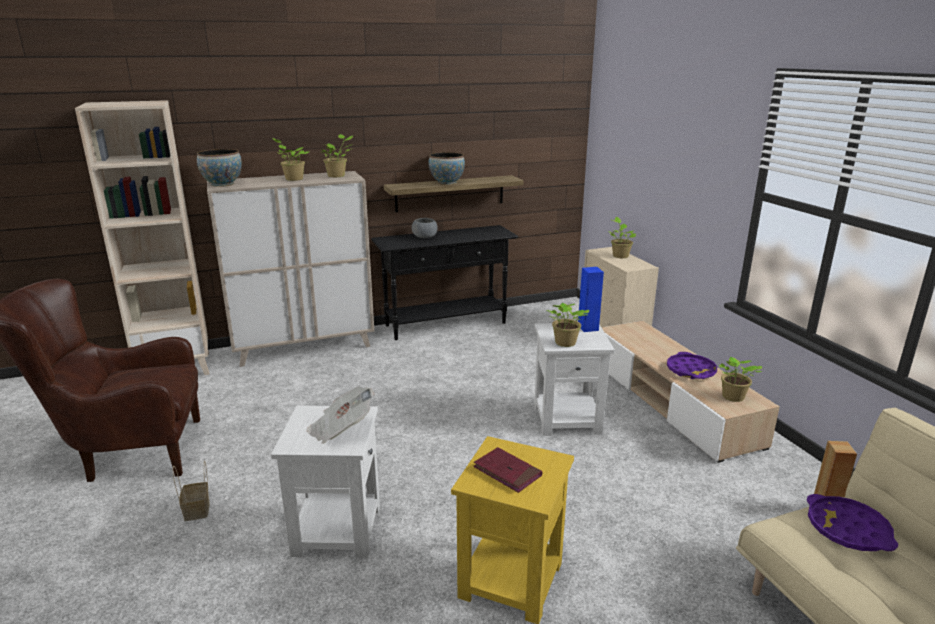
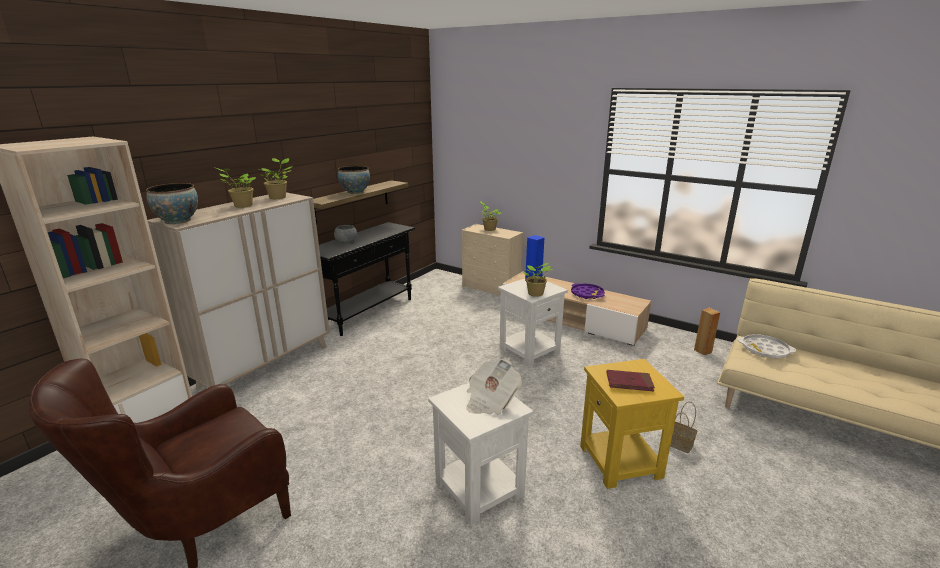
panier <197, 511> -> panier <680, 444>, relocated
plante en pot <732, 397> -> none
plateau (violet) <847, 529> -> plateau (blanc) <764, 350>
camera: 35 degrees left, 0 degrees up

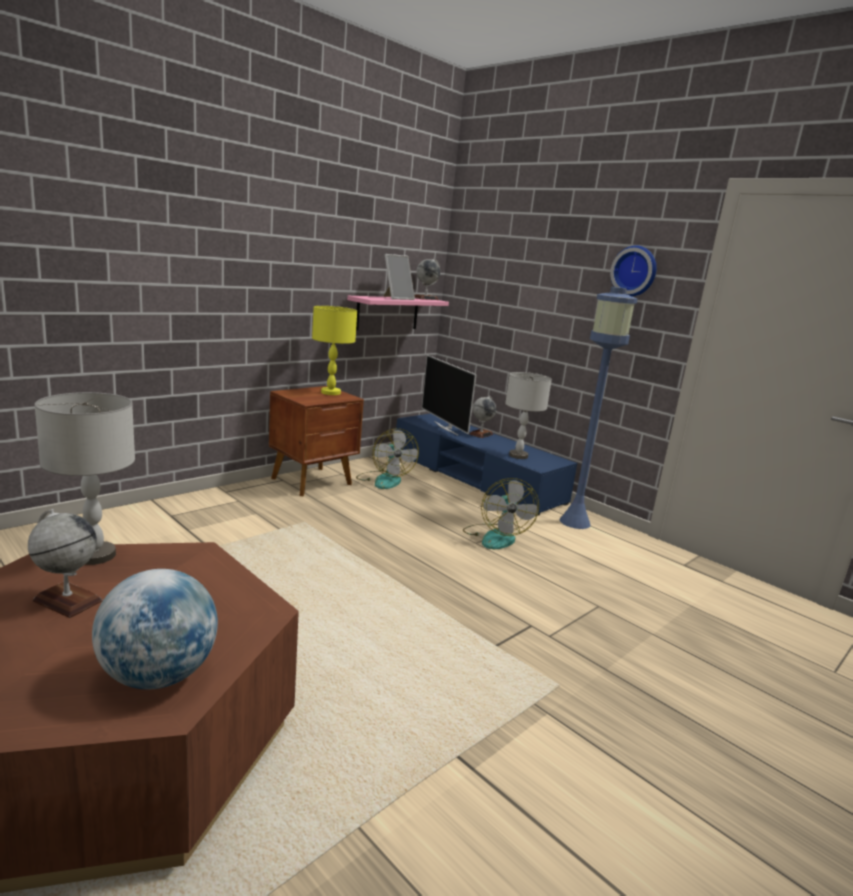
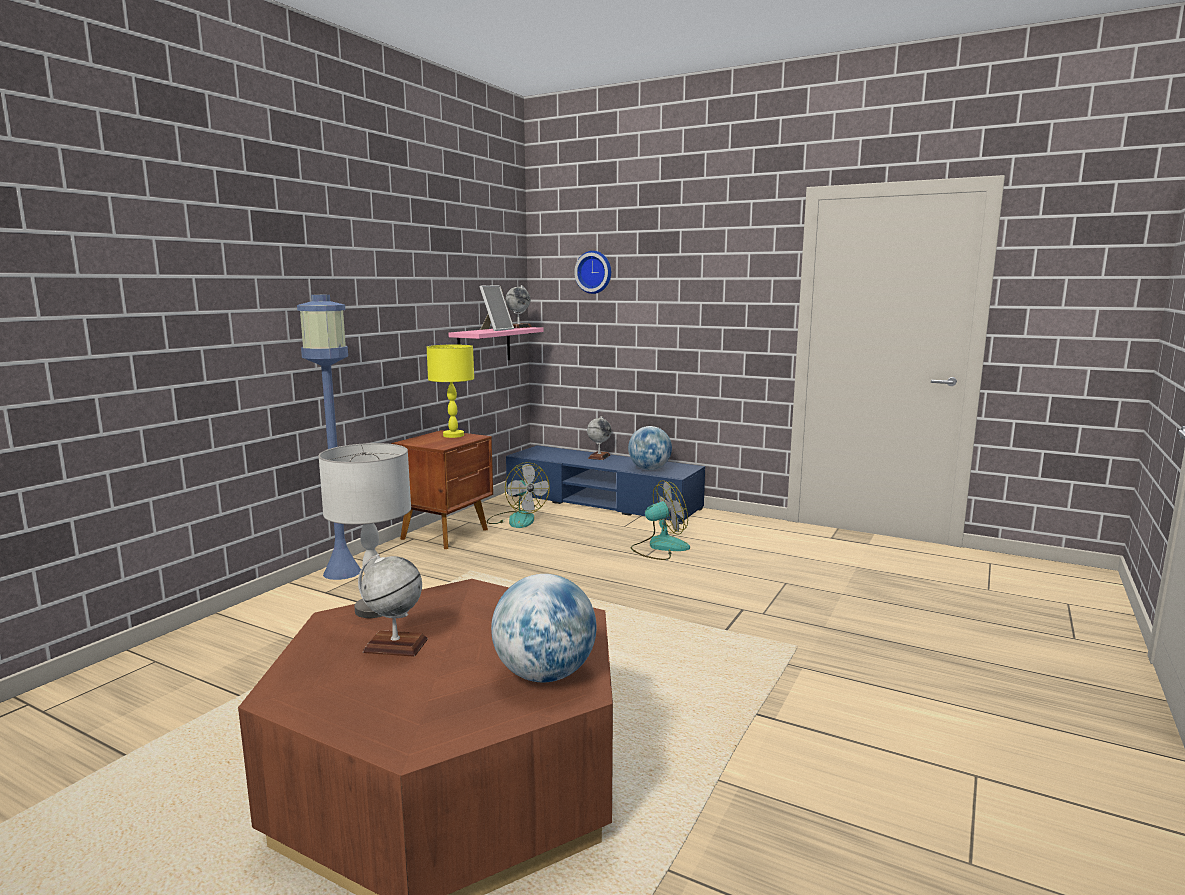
téléviseur <446, 428> -> none
ventilateur <496, 536> -> ventilateur <659, 547>, 90 degrees counterclockwise
lampe de table (gris) <518, 456> -> globe <649, 469>
lampadaire (bleu) <574, 522> -> lampadaire (bleu) <342, 572>, relocated
horloge murale <635, 271> -> horloge murale <594, 272>, relocated
camera: 15 degrees left, 5 degrees down

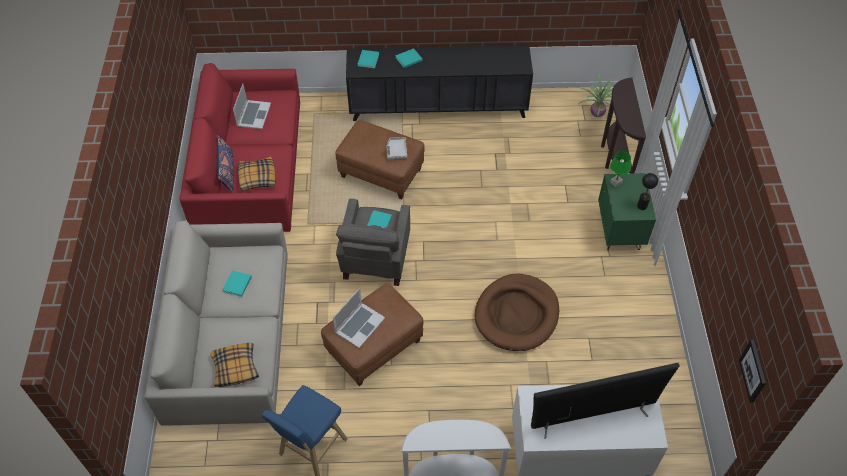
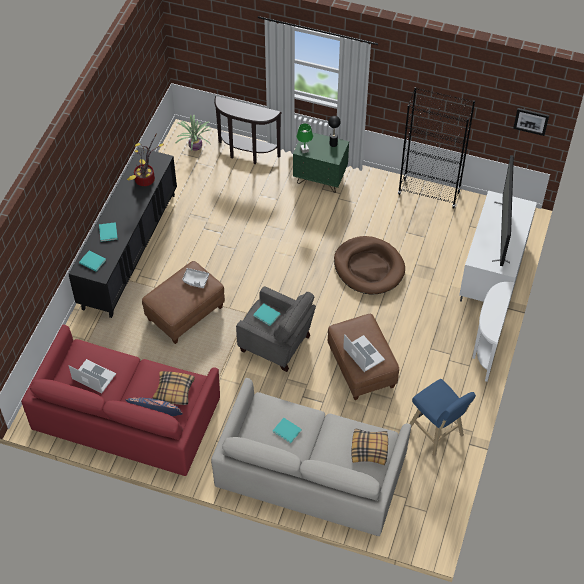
none -> plante en pot <145, 181>
none -> bibliothèque (noir) <429, 193>
camera: 70 degrees left, 0 degrees up

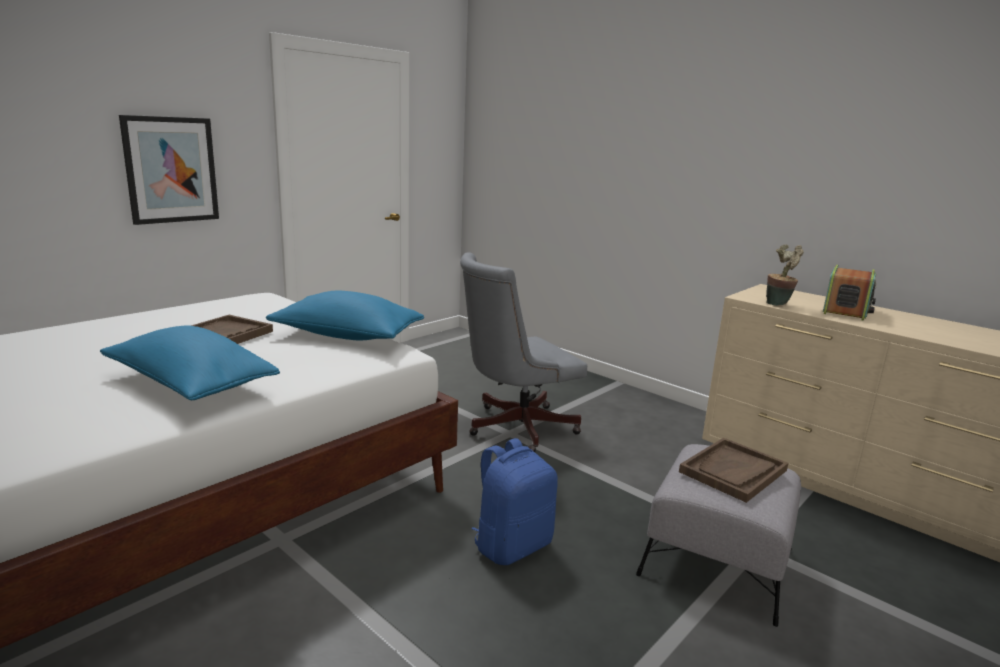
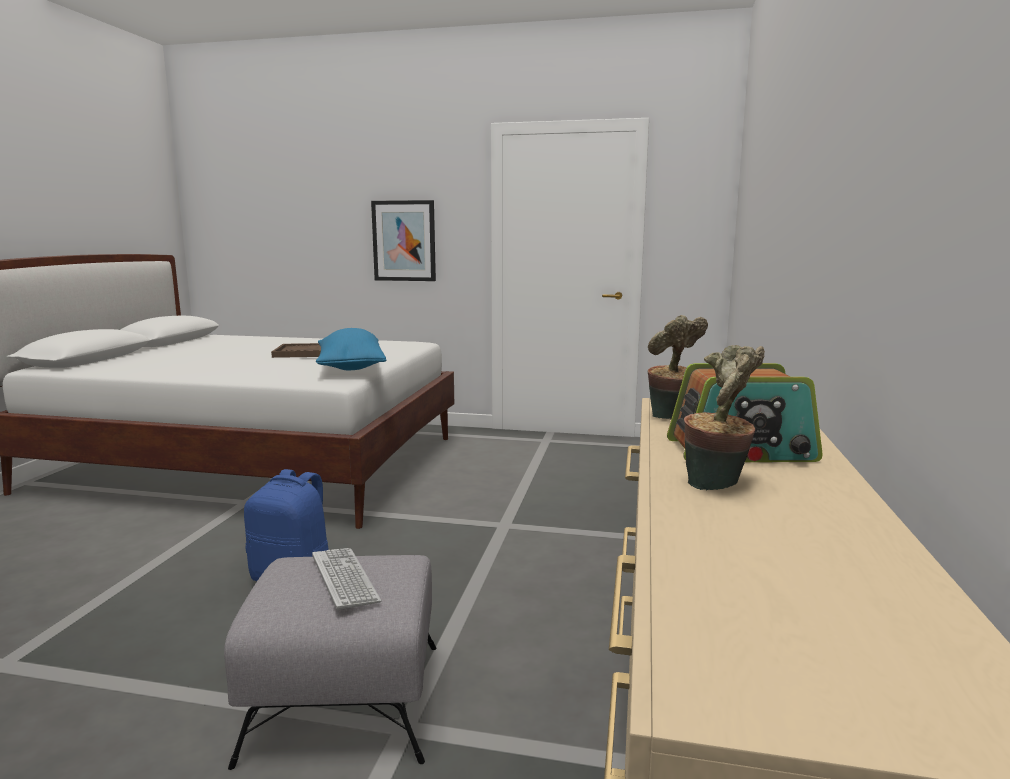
coussin (bleu) <190, 385> -> none
chaise de bureau (gris) <514, 427> -> none
plateau (marron) <733, 471> -> clavier <344, 579>
none -> plante en pot <717, 485>
camera: 60 degrees right, 5 degrees down

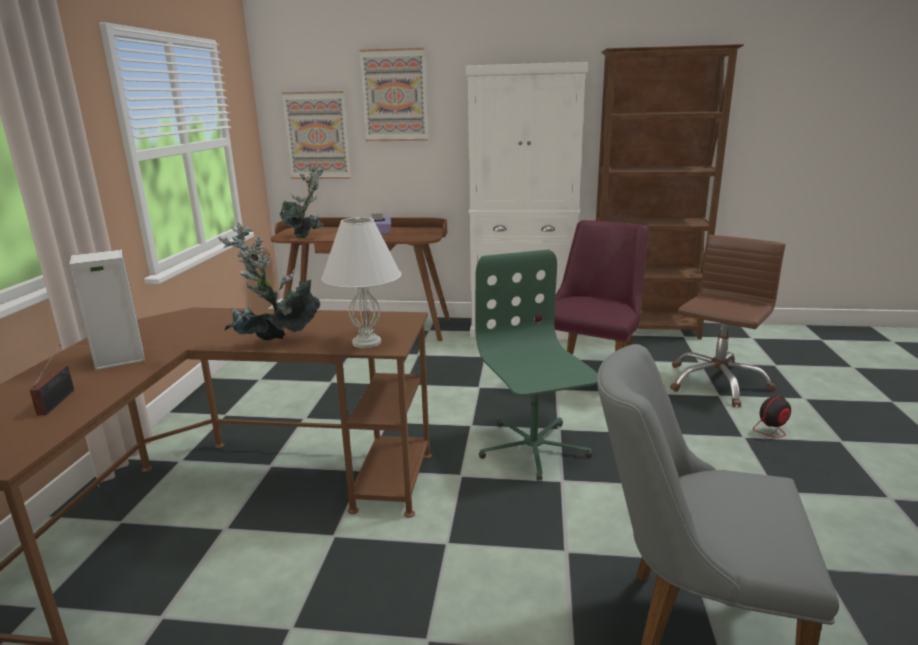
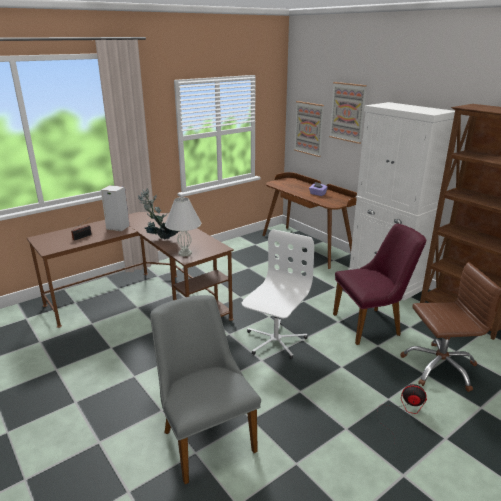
plante en pot <306, 236> -> none
chaise de bureau (vert) <532, 448> -> chaise de bureau (blanc) <275, 341>
camera: 45 degrees right, 5 degrees up

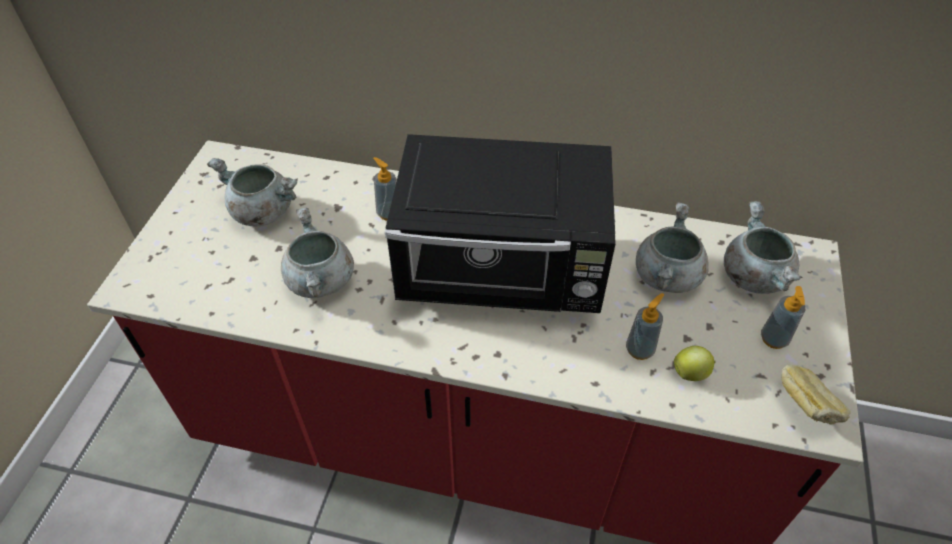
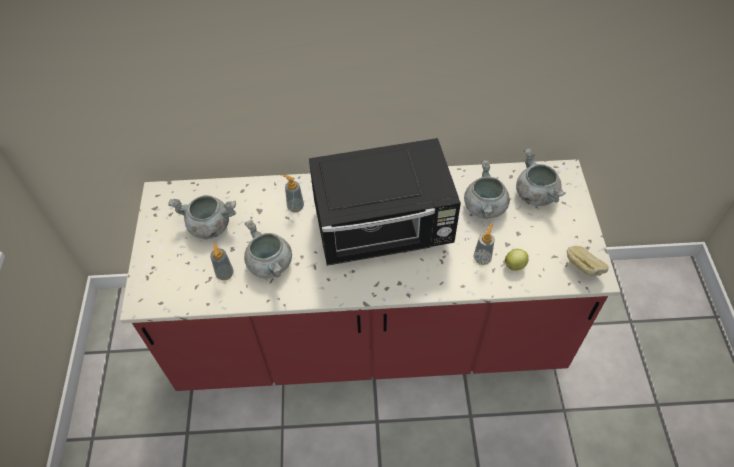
distributeur de savon <774, 339> -> distributeur de savon <225, 274>, relocated
camera: 15 degrees left, 5 degrees up

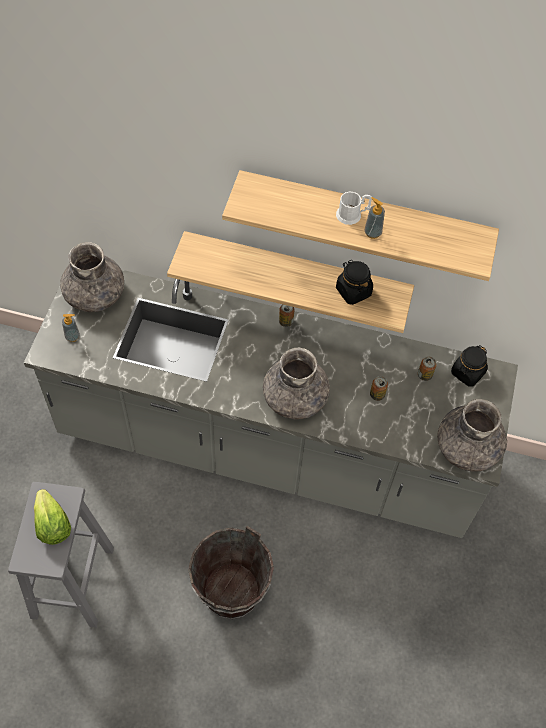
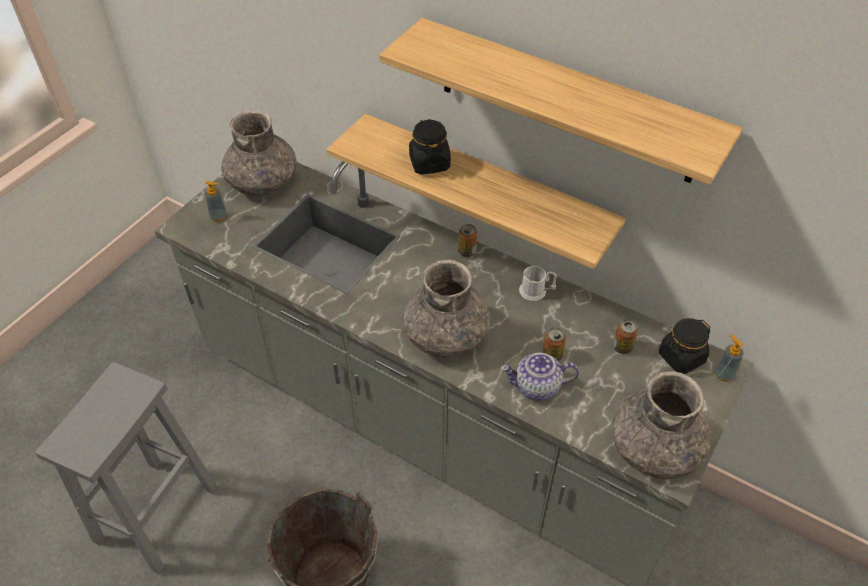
laitue <52, 525> -> none
mug (blanc) <352, 215> -> mug (blanc) <536, 291>, relocated
bocal (noir) <353, 291> -> bocal (noir) <429, 163>, relocated
distributeur de savon <372, 232> -> distributeur de savon <723, 374>, relocated
none -> théière <536, 387>
camera: 20 degrees right, 10 degrees down

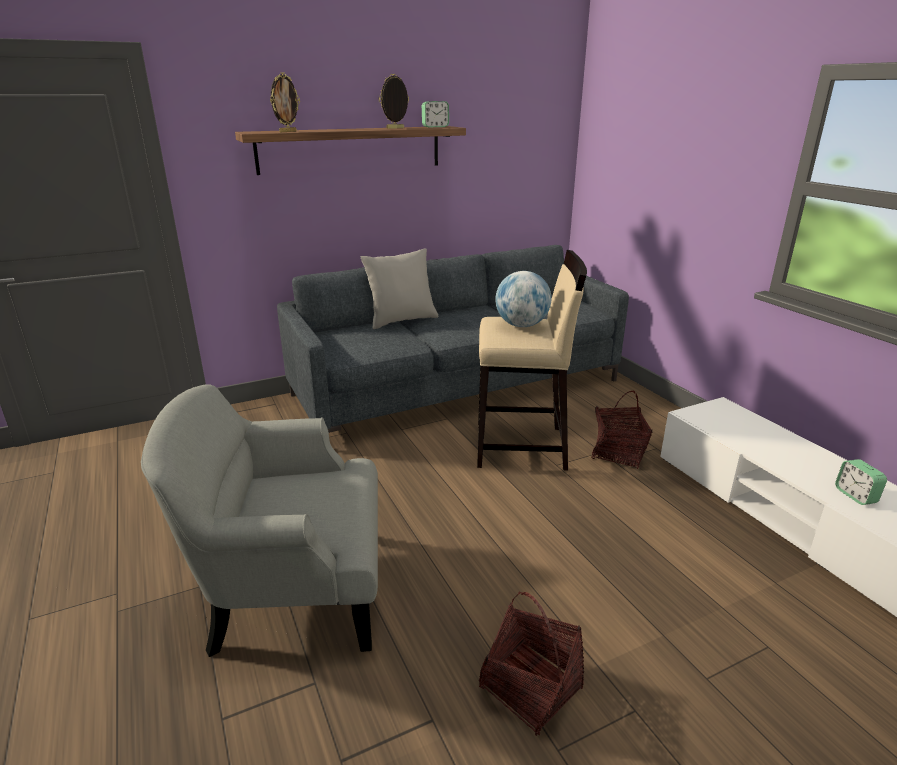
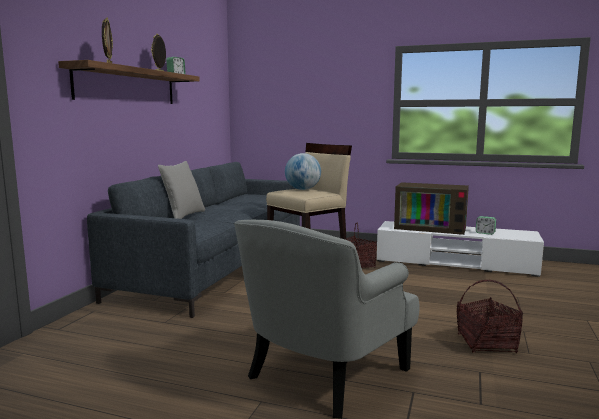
none -> téléviseur <431, 227>
camera: 45 degrees left, 15 degrees down

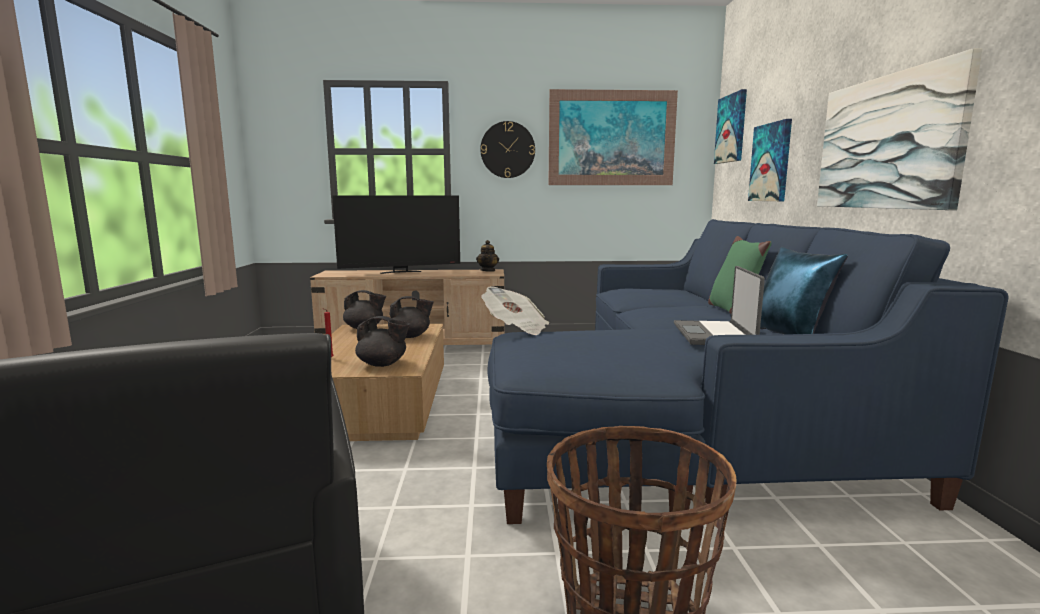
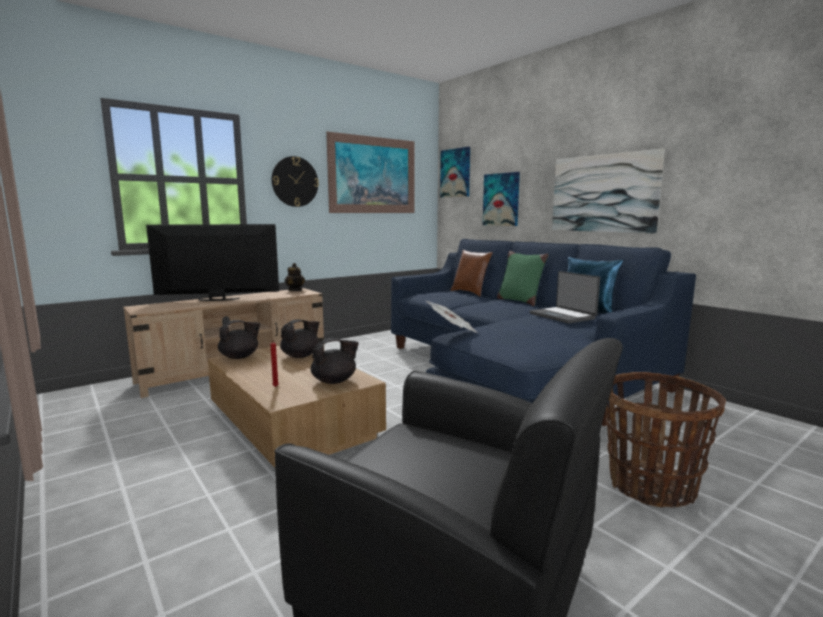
téléviseur <400, 272> -> téléviseur <217, 299>, 135 degrees counterclockwise
none -> coussin (marron) <470, 293>
camera: 35 degrees left, 0 degrees up

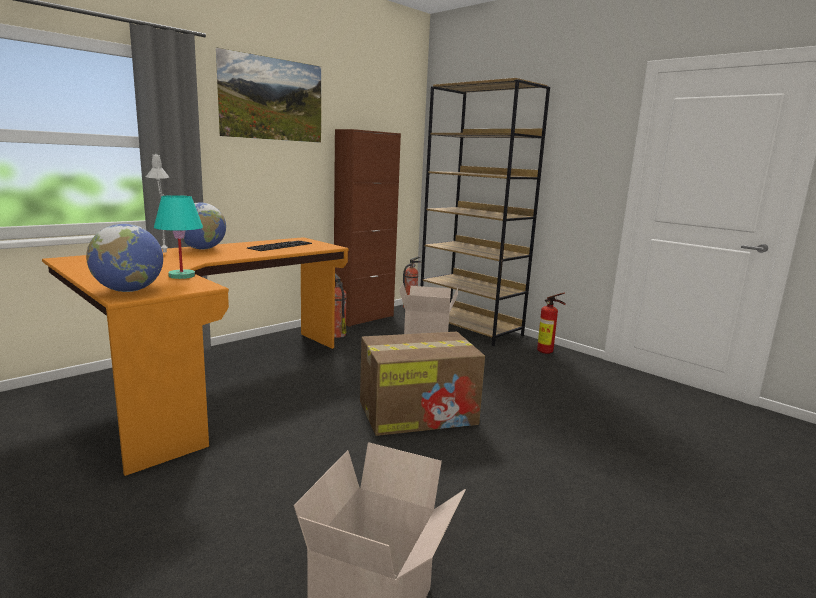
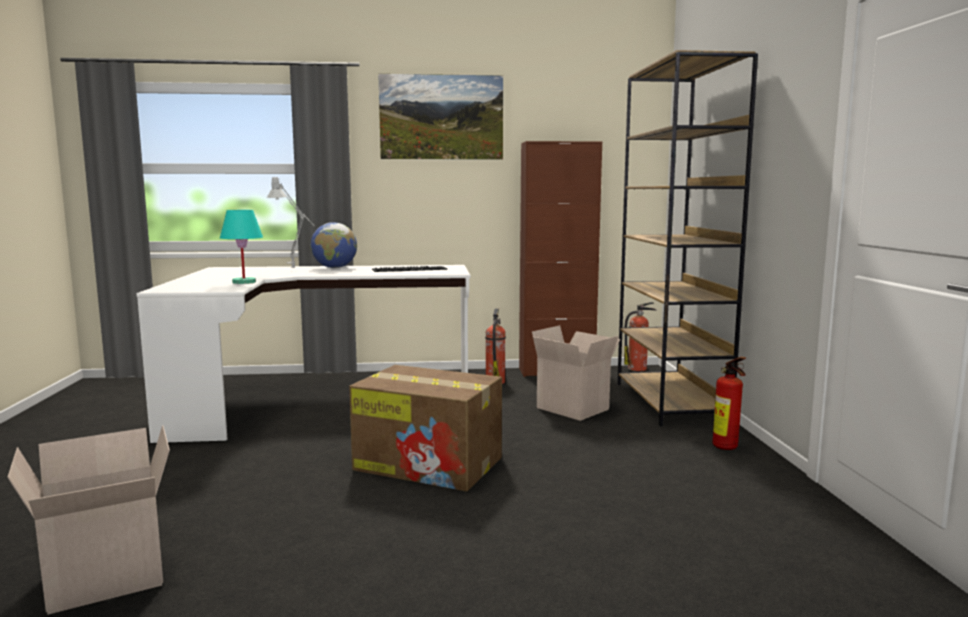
bureau (orange) <208, 382> -> bureau (blanc) <312, 397>
globe <129, 291> -> none
camera: 40 degrees right, 5 degrees down

